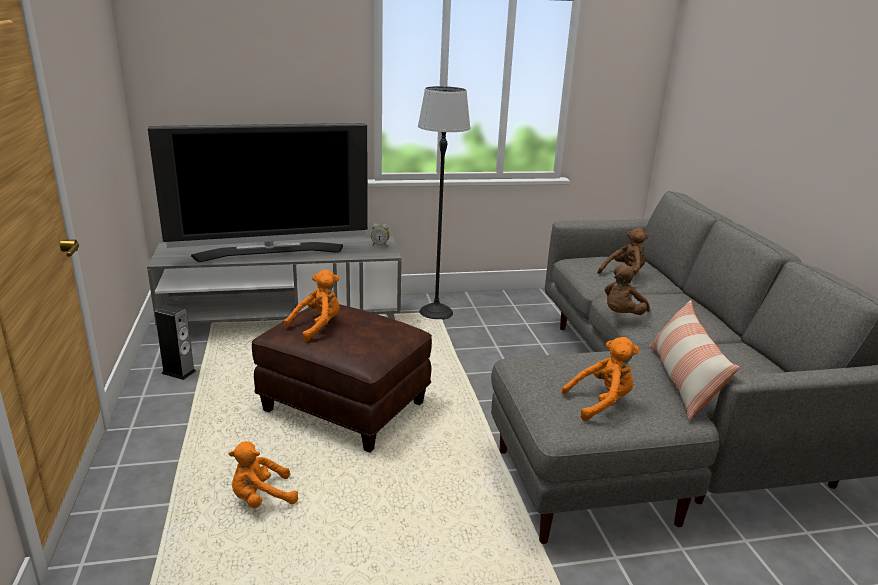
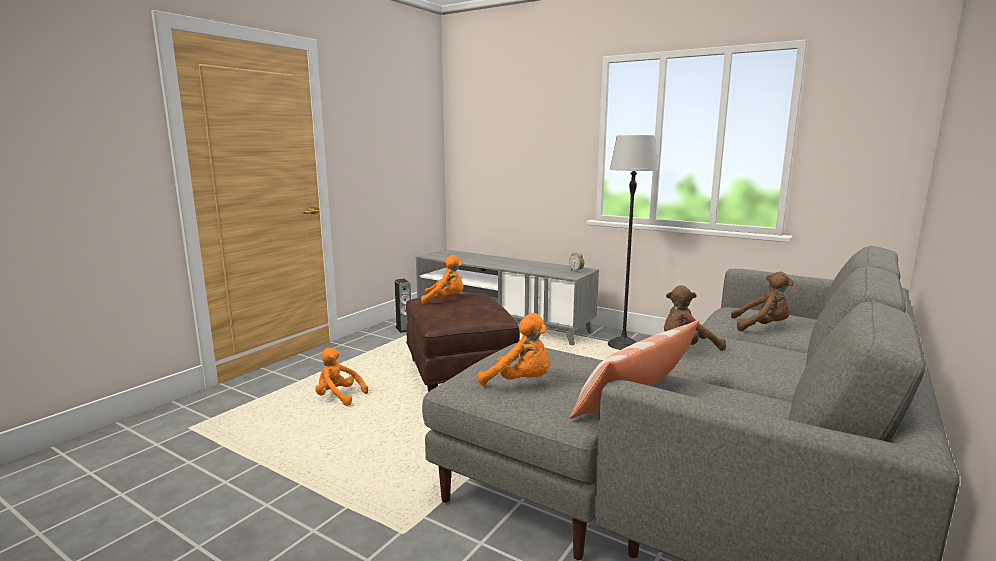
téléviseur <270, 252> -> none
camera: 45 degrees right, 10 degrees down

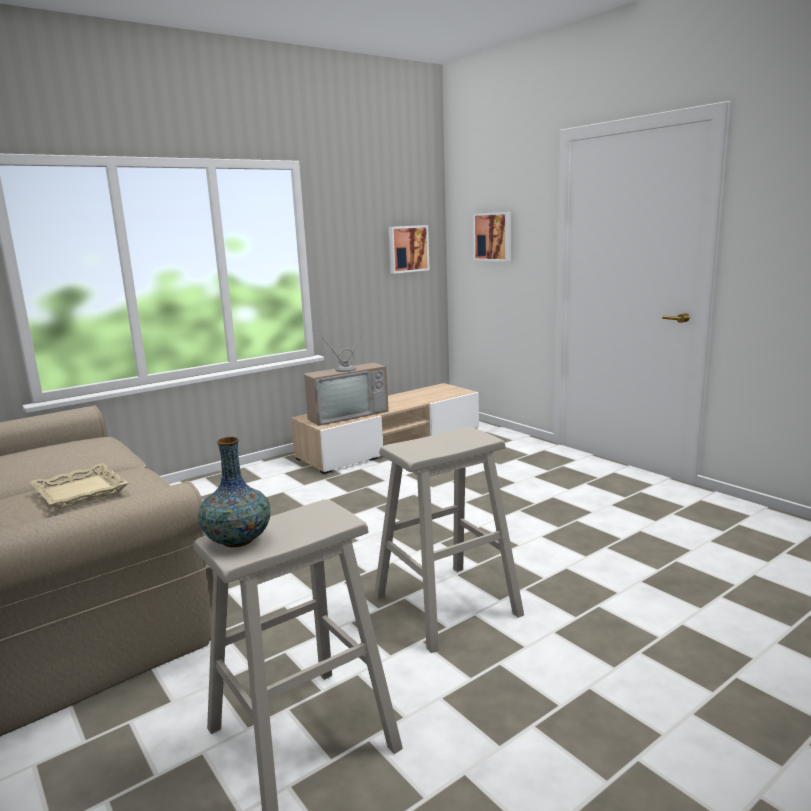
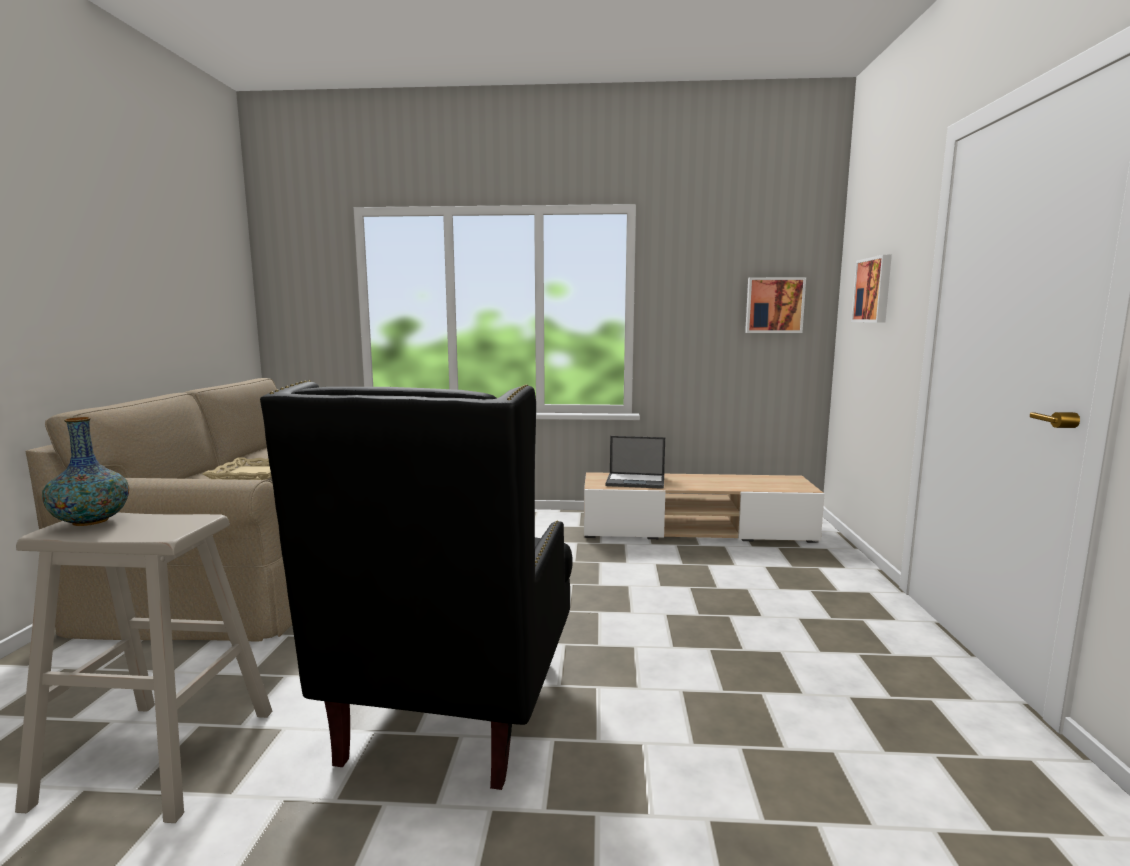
téléviseur <346, 414> -> ordinateur portable <636, 481>
tabouret (beige) <446, 606> -> fauteuil (noir) <453, 711>
camera: 40 degrees right, 5 degrees down

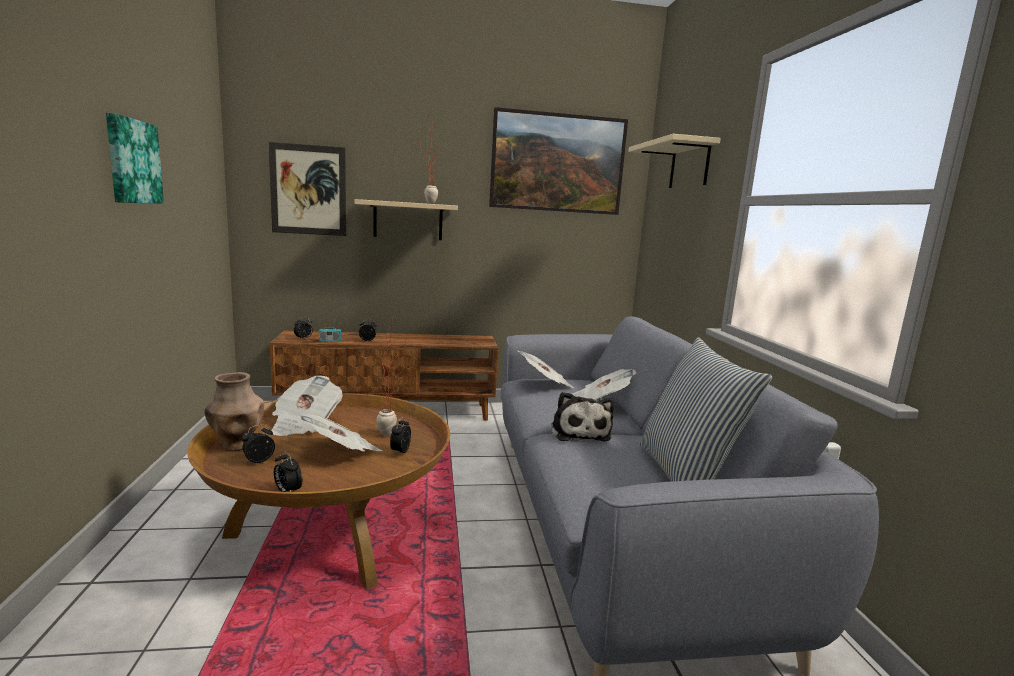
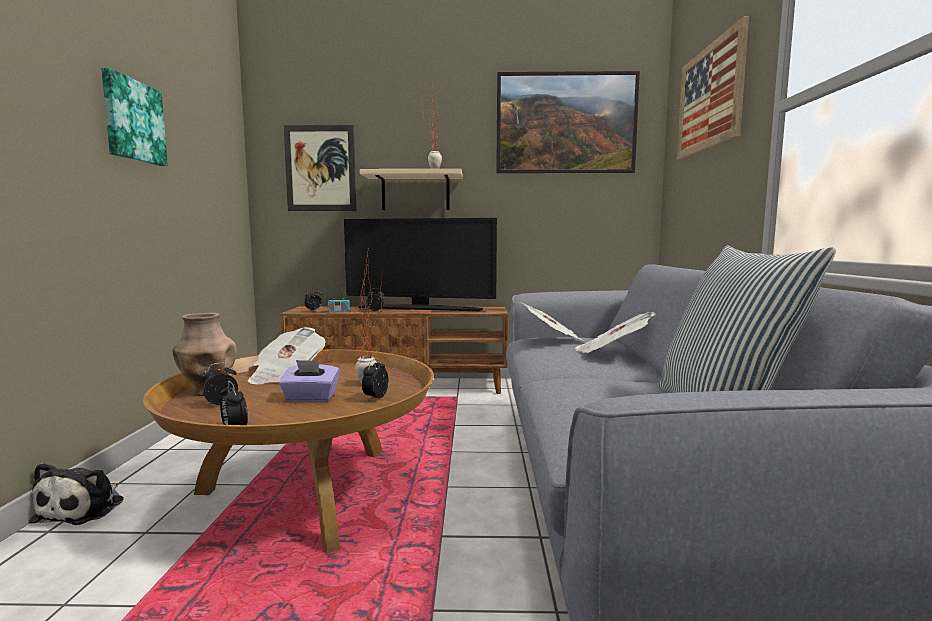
journal <341, 453> -> boîte à mouchoirs (violet) <310, 398>
peluche <579, 432> -> peluche <84, 509>, relocated
étagère (beige) <689, 165> -> tableau <710, 98>
none -> téléviseur <421, 309>
camera: 10 degrees right, 5 degrees down

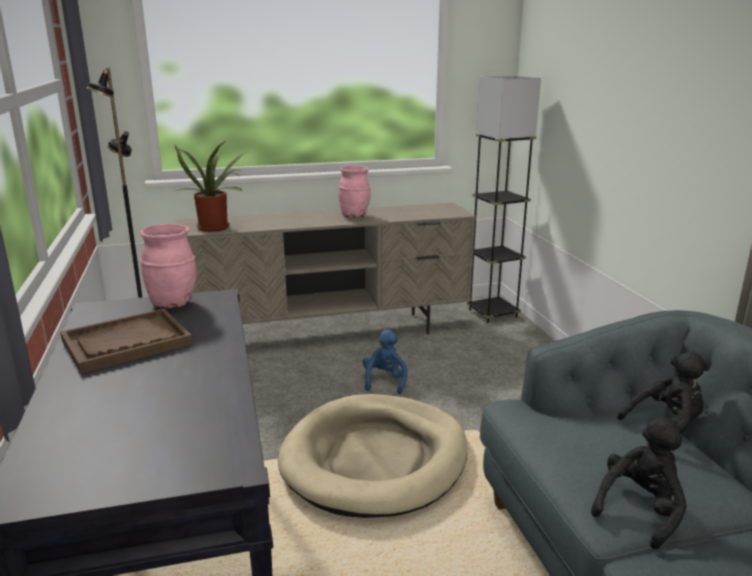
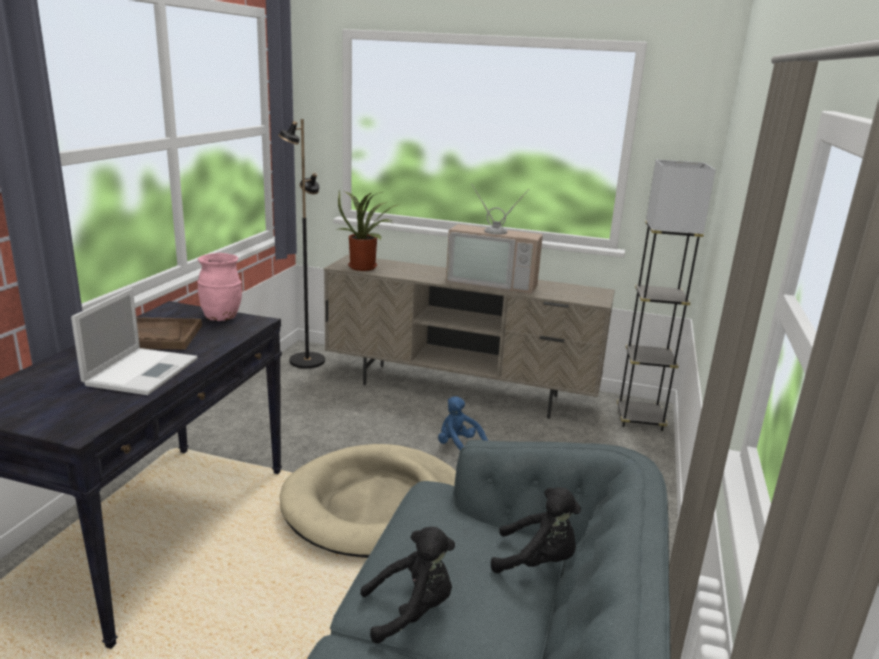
vase (rose) <354, 216> -> téléviseur <493, 282>
peluche (bleu) <385, 381> -> peluche (bleu) <458, 446>, 90 degrees counterclockwise
none -> ordinateur portable <143, 371>
camera: 30 degrees right, 0 degrees up

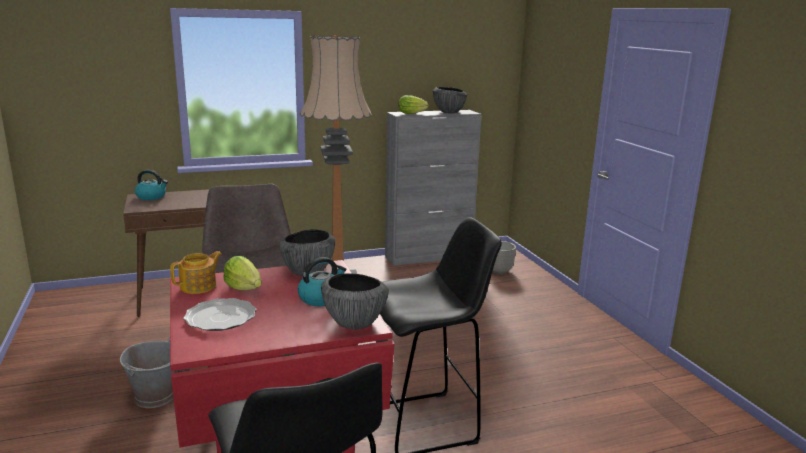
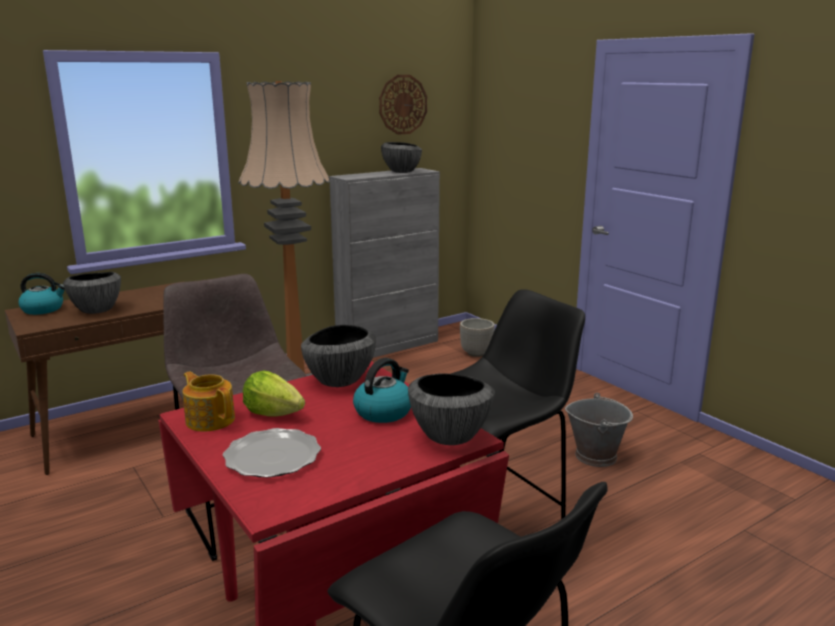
seau (gris) <156, 396> -> seau (gris) <596, 456>, relocated
théière <199, 286> -> théière <210, 419>, 75 degrees counterclockwise
laitue <411, 113> -> none
none -> bol <97, 310>
none -> horloge murale <402, 104>
camera: 15 degrees left, 0 degrees up

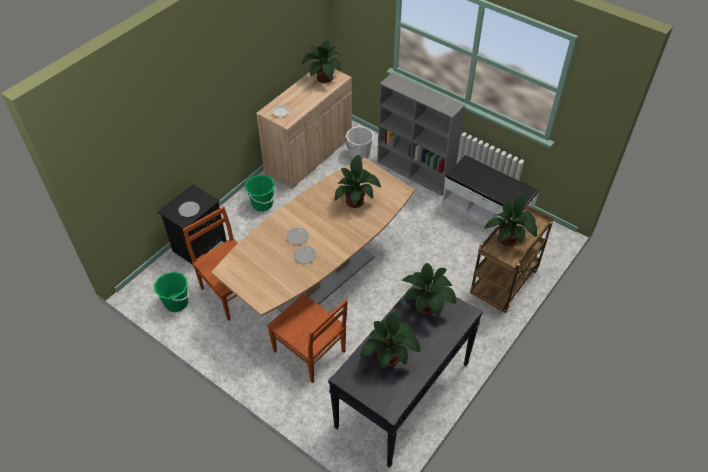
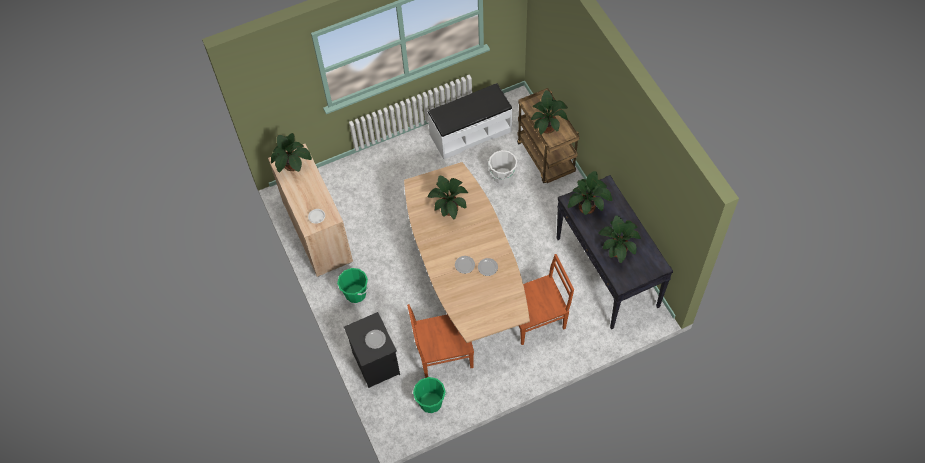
seau (blanc) <359, 154> -> seau (blanc) <502, 176>, relocated
bibliothèque (gris) <415, 173> -> none
camera: 60 degrees left, 10 degrees up

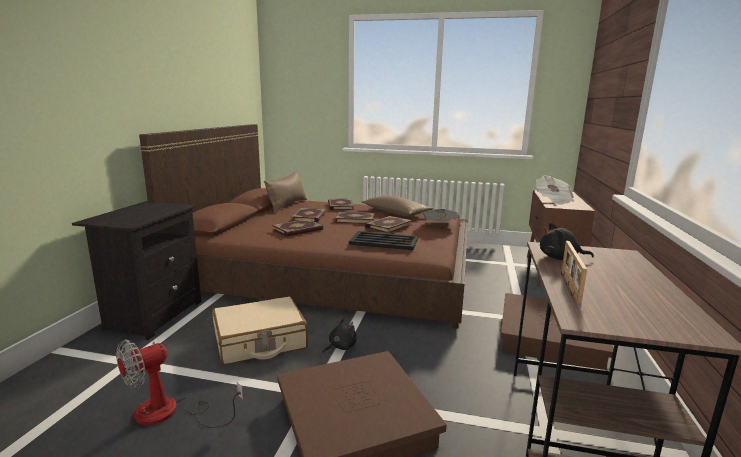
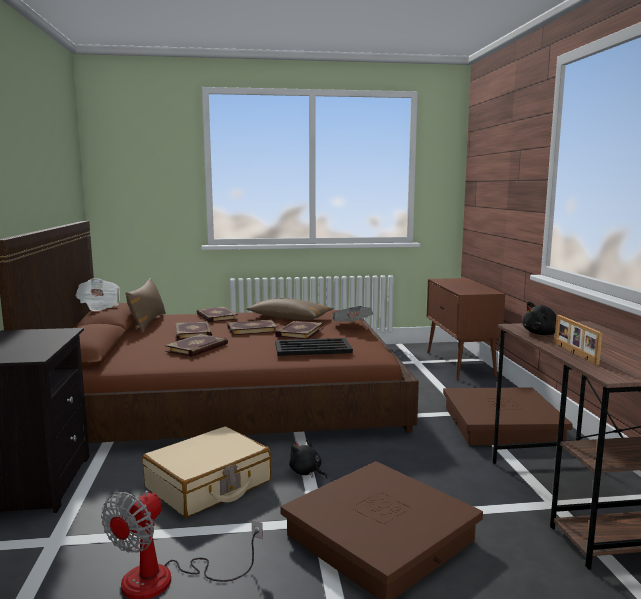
peluche (noir) <340, 347> -> peluche (noir) <306, 472>, 75 degrees counterclockwise
journal <553, 200> -> journal <99, 306>, relocated
camera: 20 degrees left, 5 degrees down

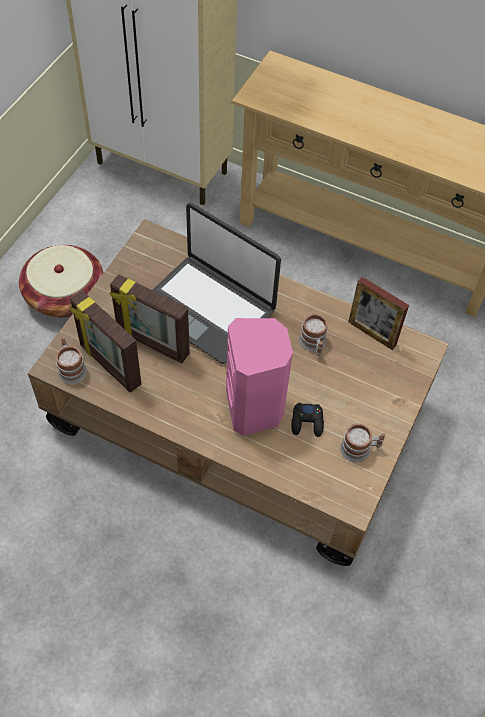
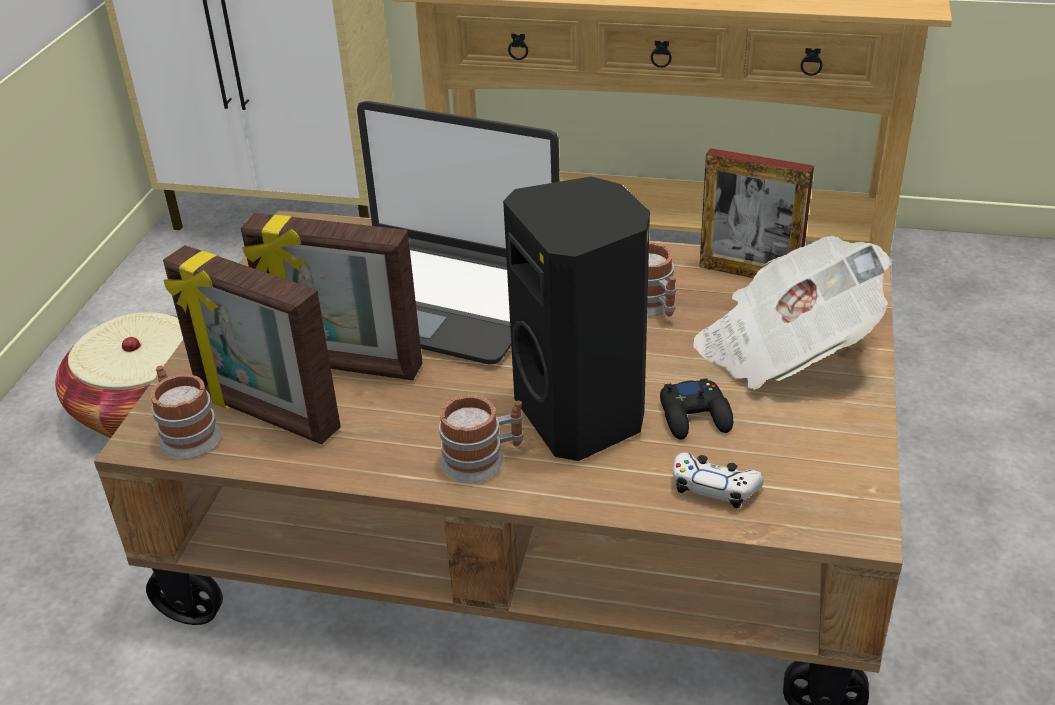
enceinte (rose) <255, 407> -> enceinte (noir) <583, 416>
mug <360, 449> -> mug <483, 460>, relocated
none -> manette (blanc) <715, 487>
none -> journal <785, 349>
camera: 10 degrees left, 20 degrees down

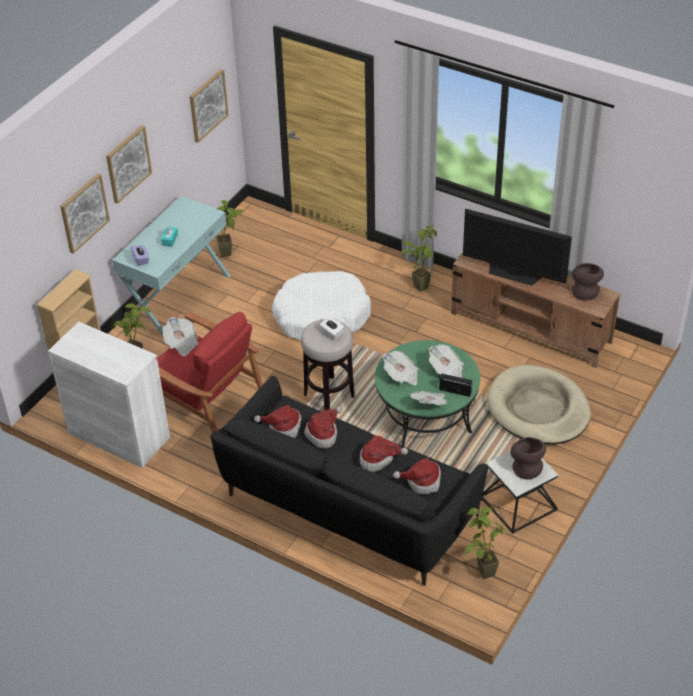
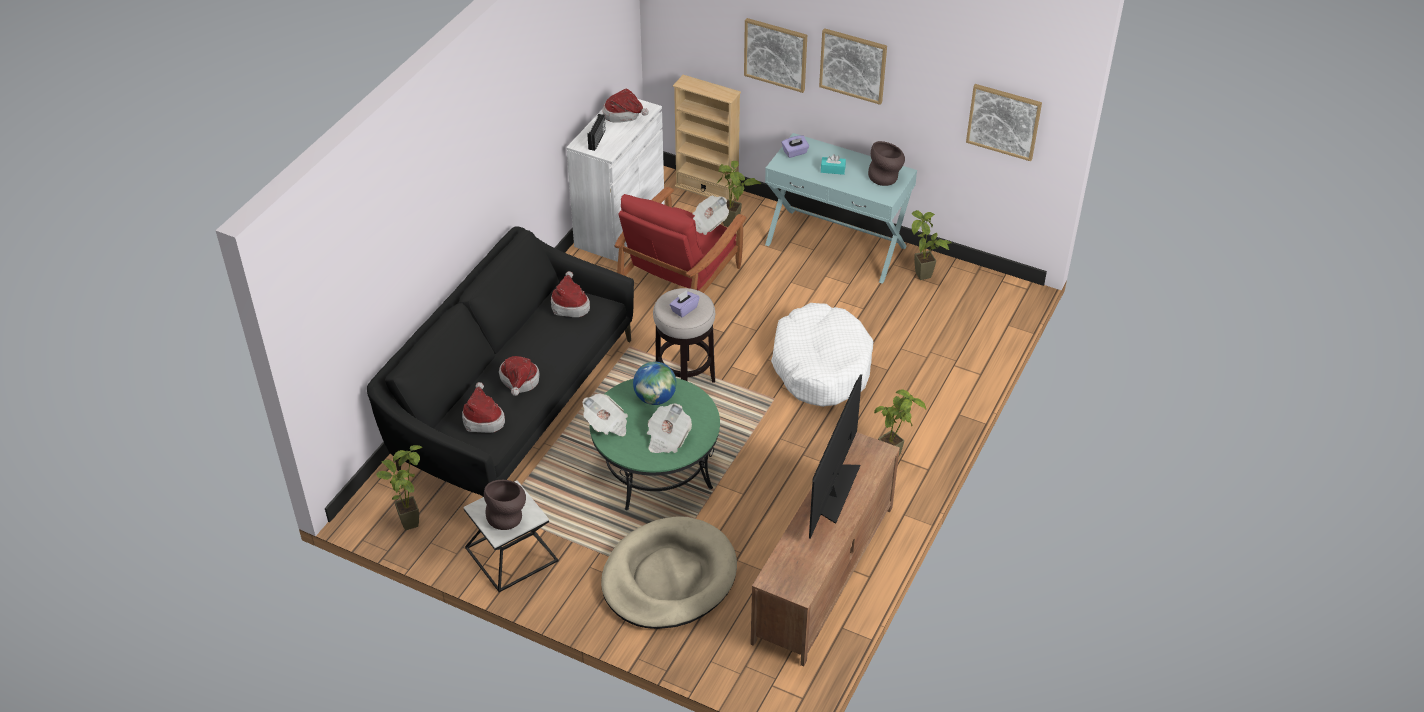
chapeau <323, 433> -> chapeau <624, 115>, relocated
boîte à mouchoirs (blanc) <332, 333> -> boîte à mouchoirs (violet) <684, 309>
journal <401, 375> -> globe <655, 398>
radio <455, 391> -> radio <597, 140>, relocated
vase (marron) <585, 291> -> vase (marron) <885, 177>, relocated
camera: 85 degrees right, 0 degrees up

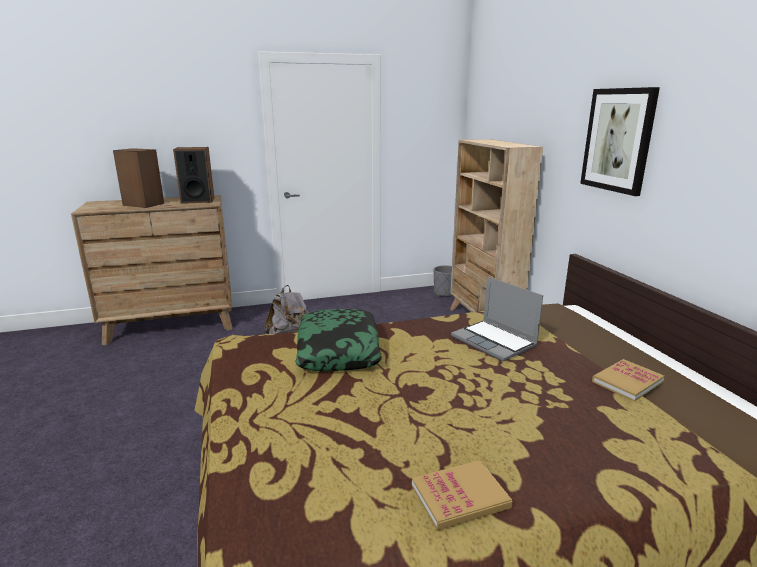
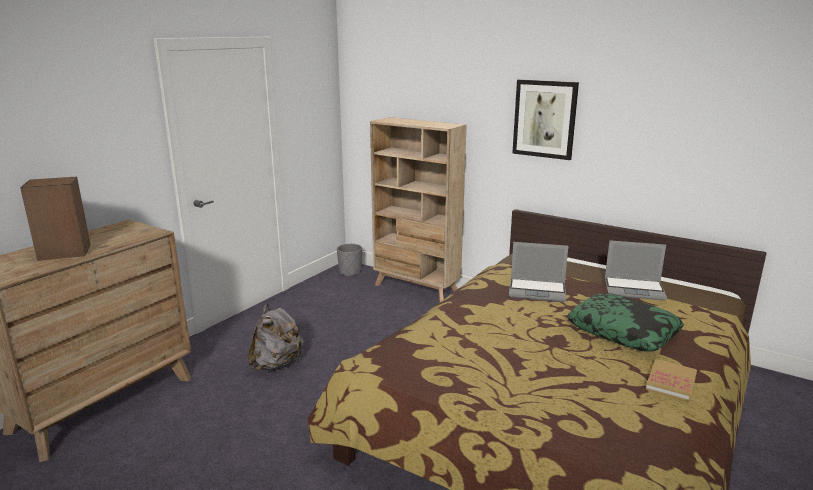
enceinte <197, 200> -> none
coussin <338, 350> -> coussin <623, 331>, relocated
livre <627, 382> -> ordinateur portable <634, 289>
camera: 40 degrees left, 0 degrees up

